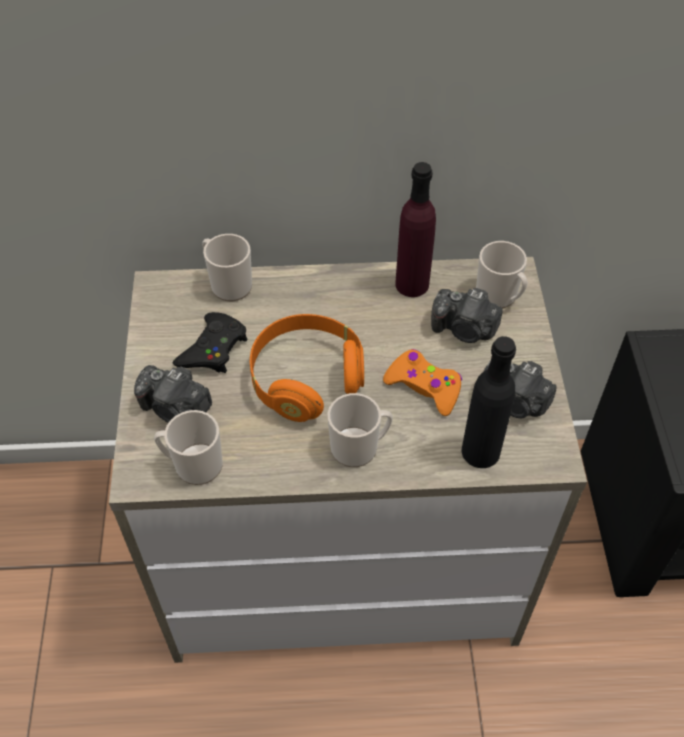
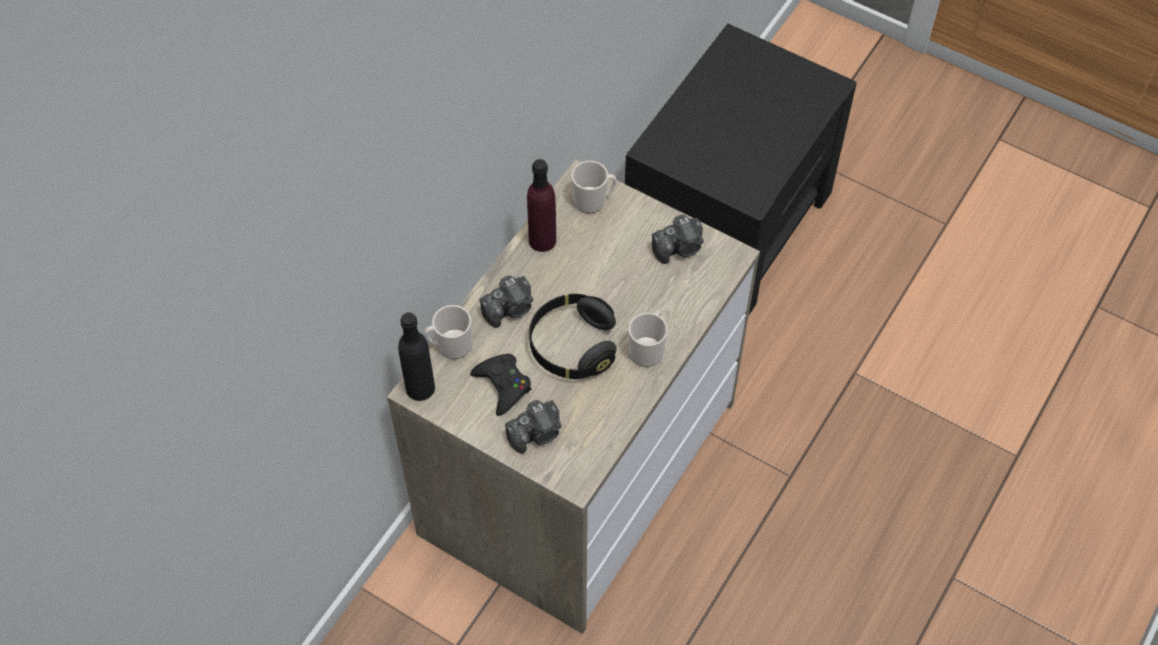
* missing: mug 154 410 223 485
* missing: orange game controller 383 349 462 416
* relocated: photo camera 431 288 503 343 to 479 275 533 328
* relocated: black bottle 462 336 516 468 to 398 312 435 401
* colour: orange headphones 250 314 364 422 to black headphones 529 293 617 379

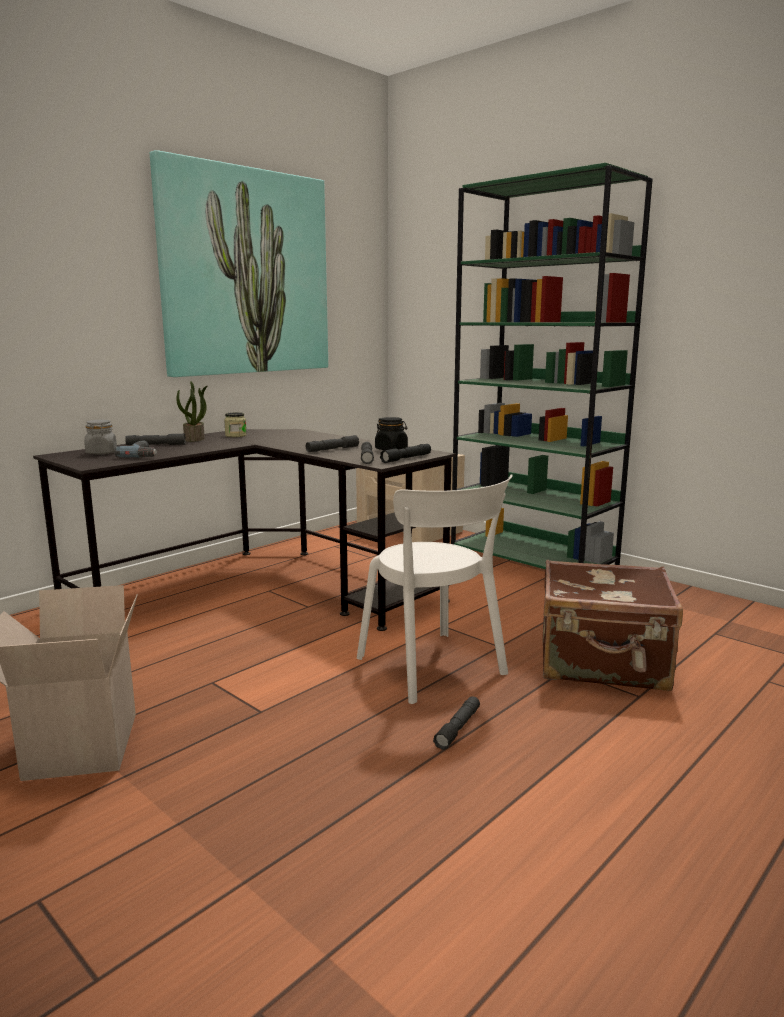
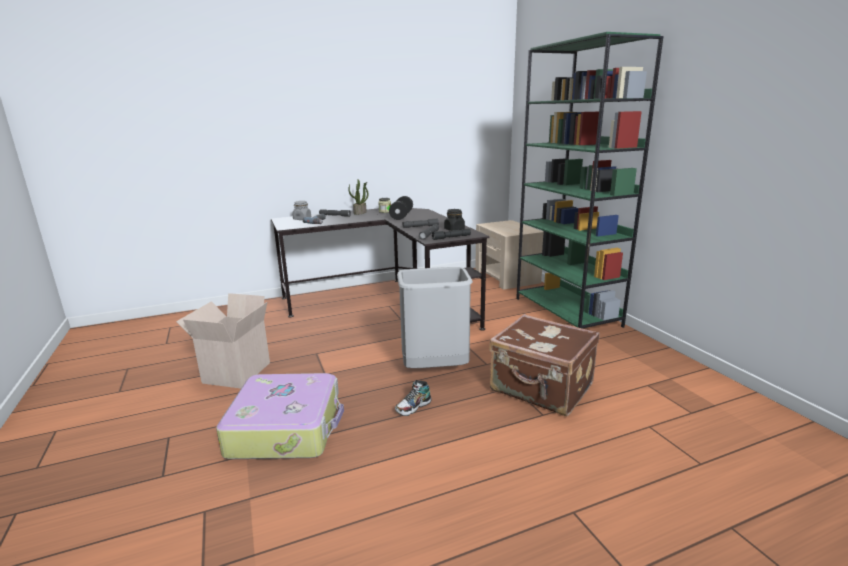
* missing: picture 150 150 328 377
* appeared: suitcase 216 373 344 459
* appeared: black dumbbell 389 196 413 220
* exchanged: white chair 357 474 513 704 to grey trash can 397 267 473 368
* exchanged: grey flashlight 433 696 480 750 to shoe 395 380 431 416

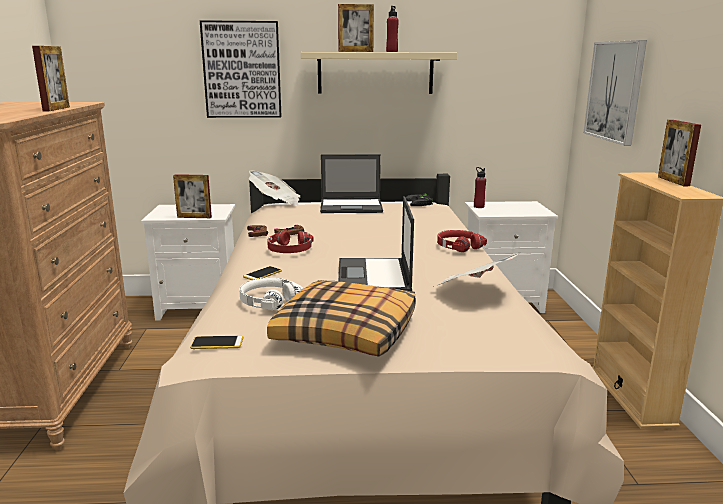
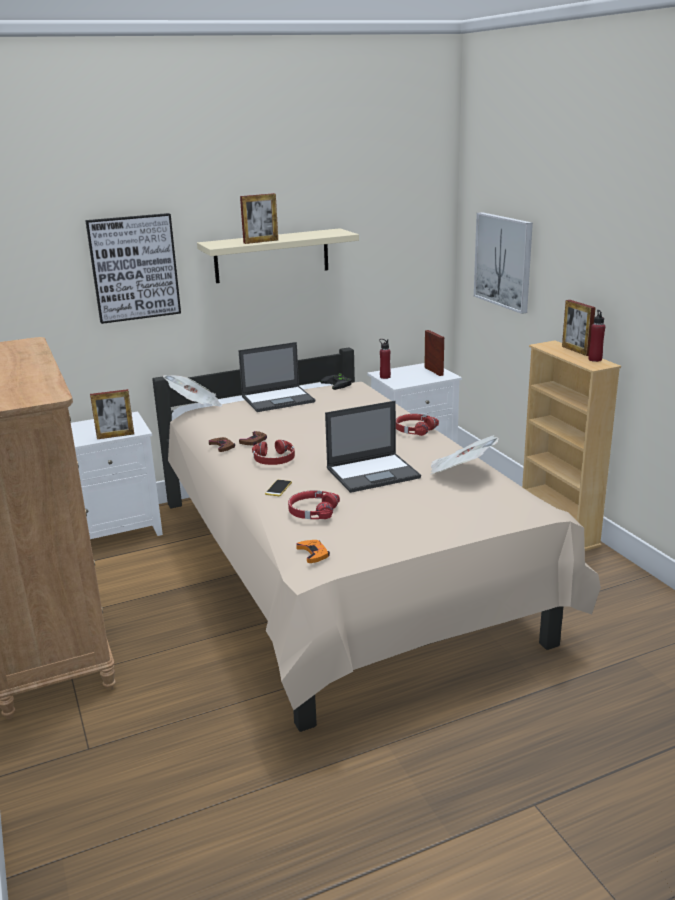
* missing: pillow 267 280 416 356
* relocated: picture frame 32 46 70 111 to 424 330 444 376
* relocated: red bottle 386 6 399 52 to 588 310 605 362
* exchanged: phone 190 336 243 349 to orange game controller 296 540 330 563
* colour: white headphones 239 278 303 310 to red headphones 288 490 340 519
* spun: laptop 338 196 414 291 = 325 401 421 493 90 degrees counterclockwise

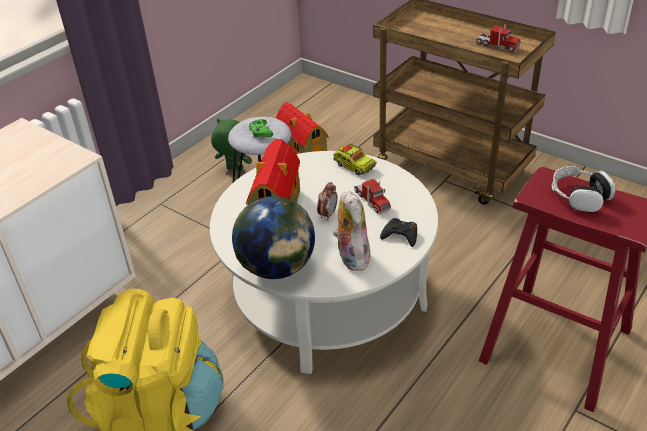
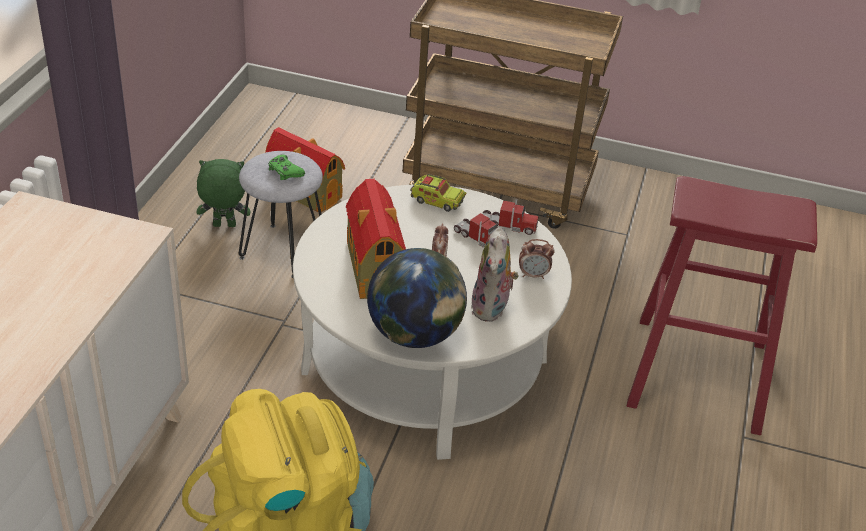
* missing: headphones 552 166 615 212
* relocated: toy truck 476 24 521 52 to 483 199 539 235
* exchanged: black game controller 380 218 417 247 to alarm clock 519 239 555 279
* spun: plush toy 333 191 371 271 = 471 227 519 322 135 degrees counterclockwise

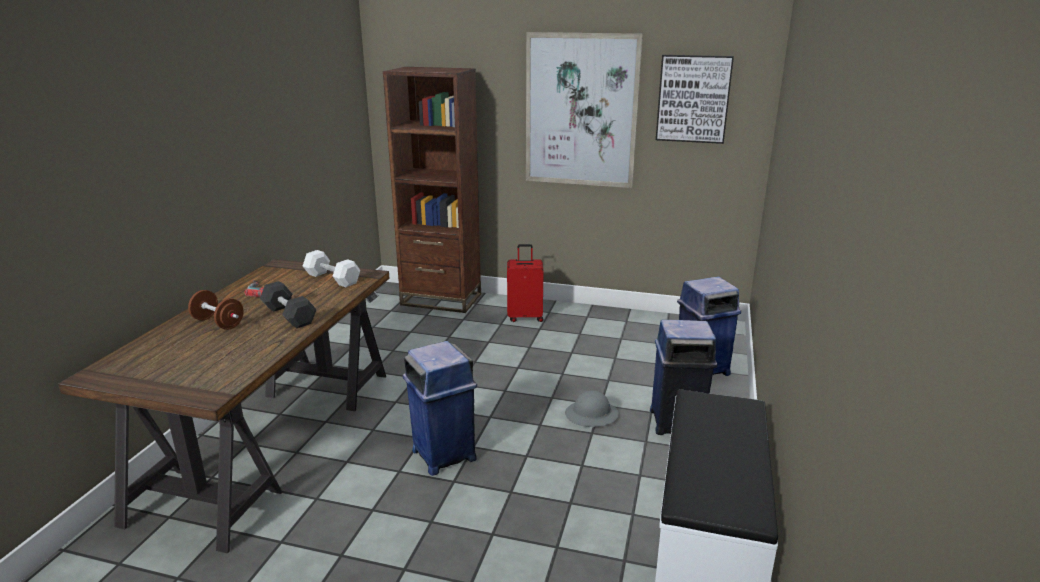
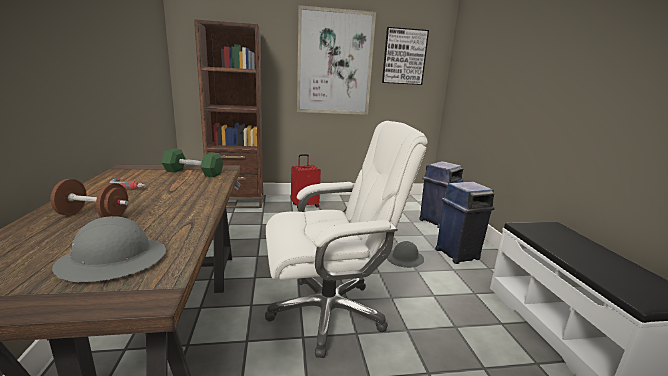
* missing: black dumbbell 260 281 317 328
* appeared: grey hard hat 52 216 166 282
* exchanged: blue trash can 403 341 477 476 to white office chair 265 121 428 358
* colour: white dumbbell 303 250 360 287 to green dumbbell 162 149 223 177

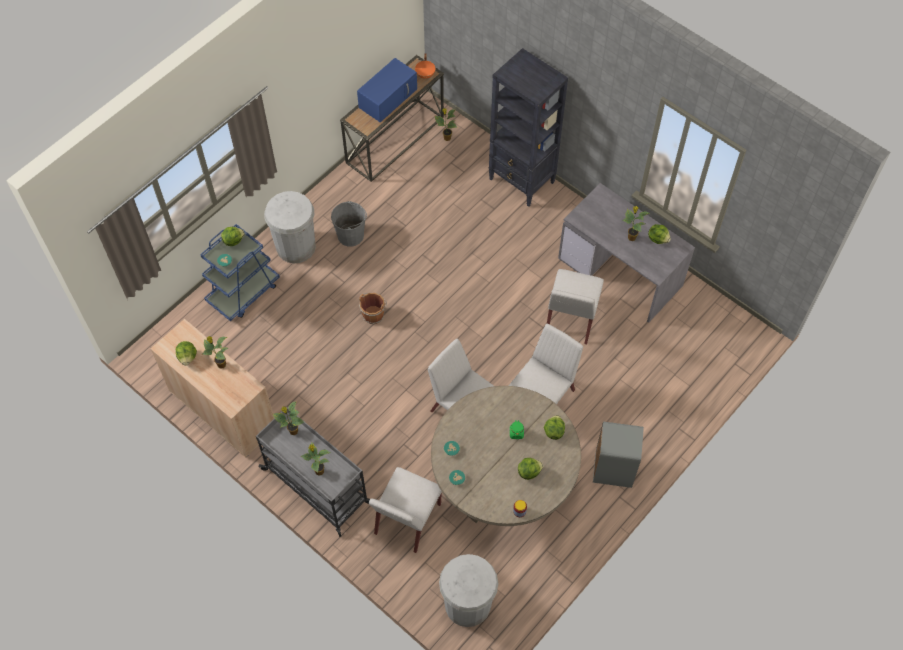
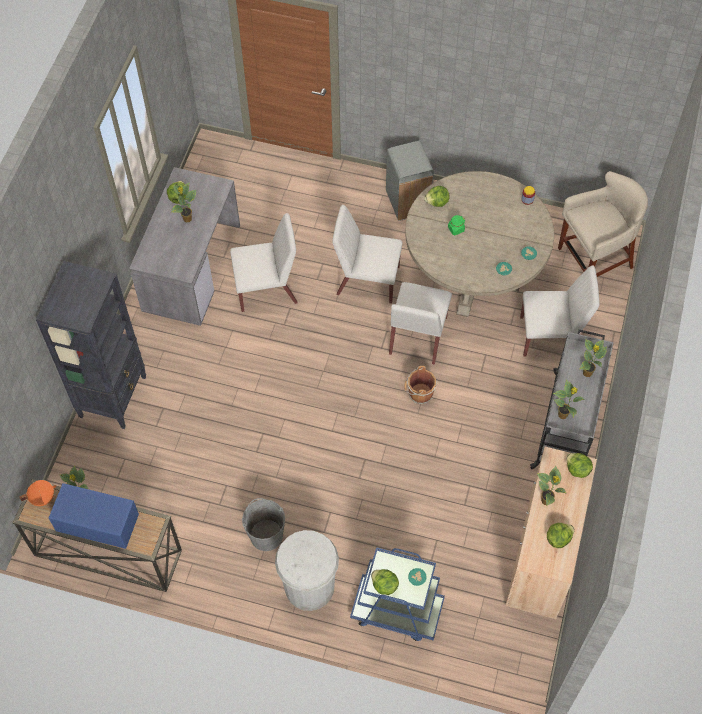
* relocated: brown bucket 359 293 387 324 to 404 366 437 404
* relocated: lettuce 518 458 543 480 to 566 453 593 478
* exchanged: white trash can 439 554 498 627 to beige stool 558 171 648 277

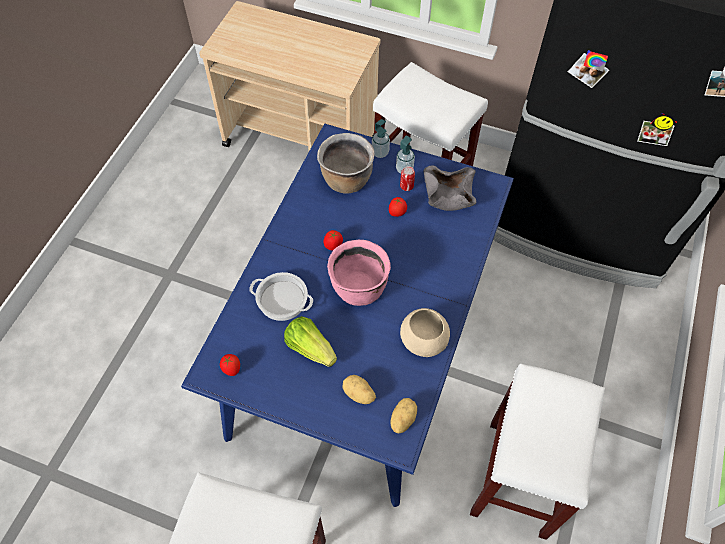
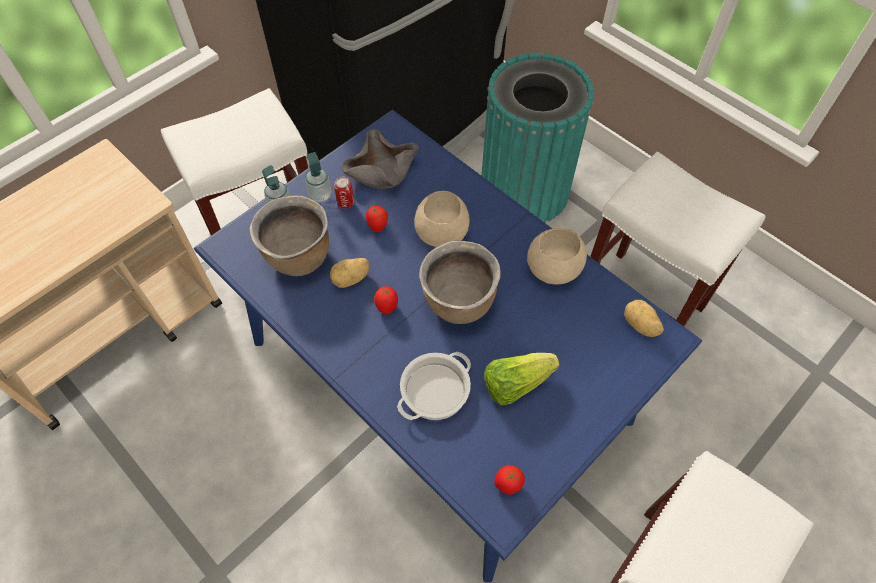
* appeared: beige bowl 414 191 470 247
* appeared: turquoise trash can 481 53 594 223
* relocated: potato 342 375 376 404 to 330 258 369 288
* colour: pink cooking pot 327 240 391 306 to brown cooking pot 419 241 501 324

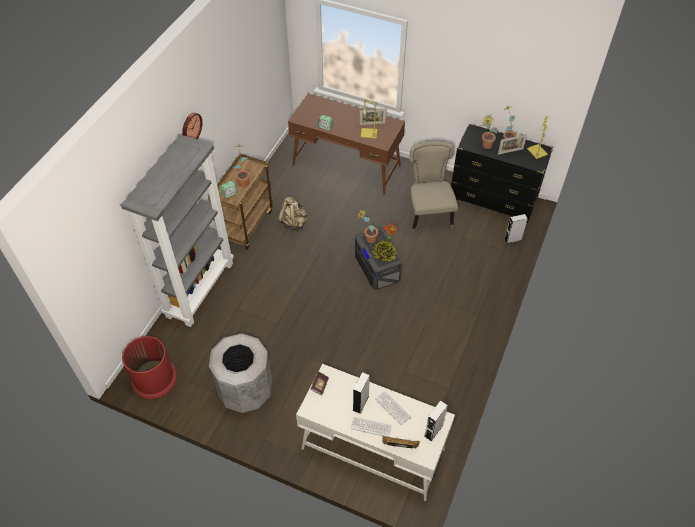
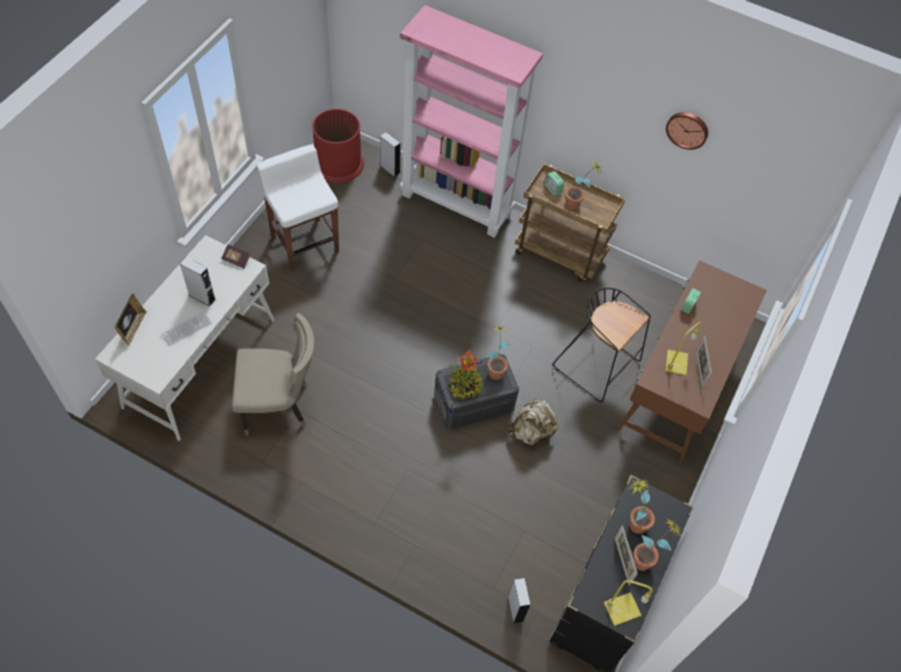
* missing: keyboard 351 417 392 437
* appeared: black stool 553 288 651 402
* relocated: wall clock 182 113 202 139 to 666 112 708 150
* relocated: beige backpack 278 197 307 232 to 508 398 559 445
* relocated: beige chair 409 141 458 233 to 232 313 314 435
* relocated: grey speaker 424 400 448 441 to 380 132 401 177
* exchanged: grey trash can 209 333 272 413 to white stool 256 144 339 271
* colour: grey bookcase 121 134 234 327 to pink bookcase 400 5 543 238

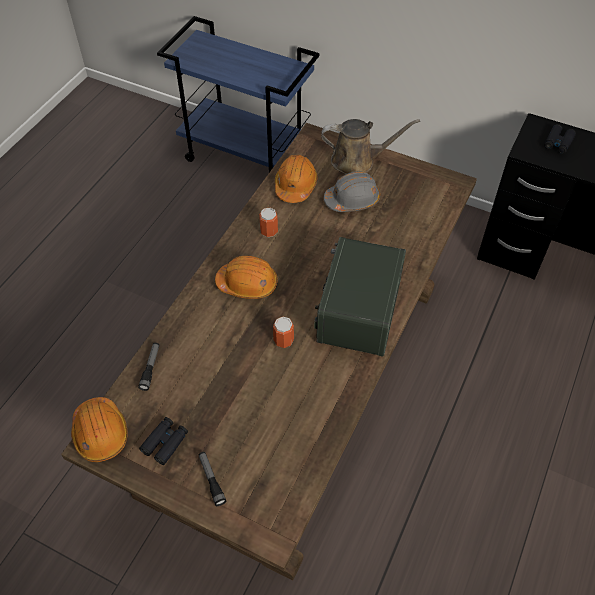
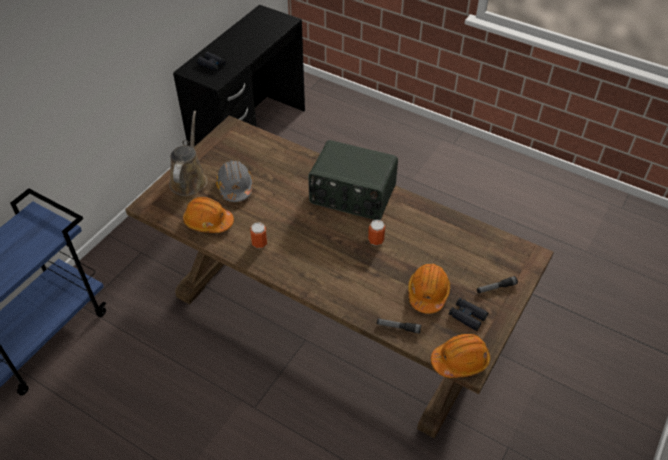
* relocated: orange hard hat 215 256 278 299 to 408 264 450 314

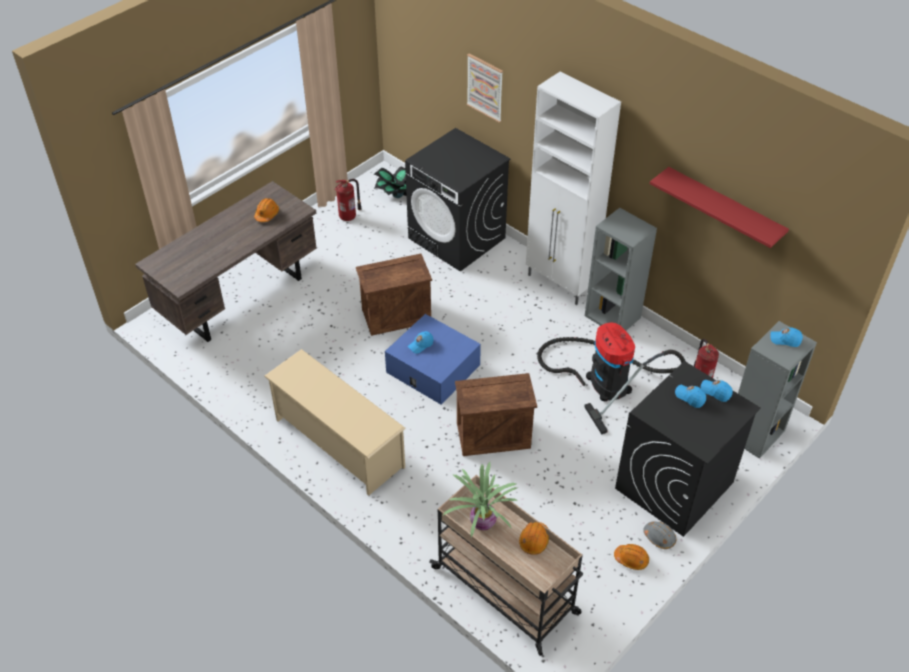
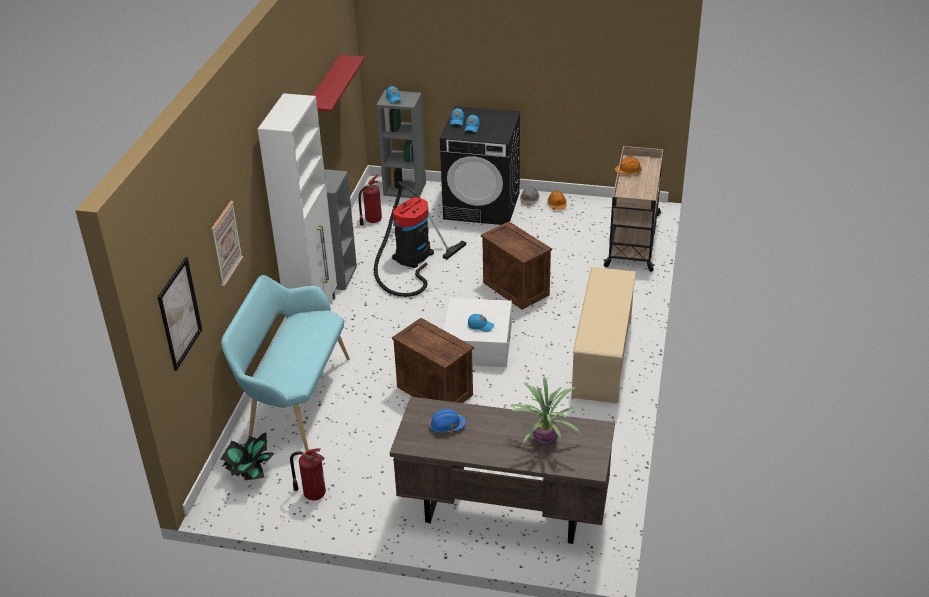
* appeared: picture 158 257 202 371
* relocated: potted plant 442 462 518 537 to 510 377 584 445
* exchanged: black washing machine 405 128 511 271 to turquoise bench 221 275 350 451
* colour: orange hard hat 254 198 279 222 to blue hard hat 429 408 466 433
* colour: blue storage box 385 314 481 404 to white storage box 444 298 512 367

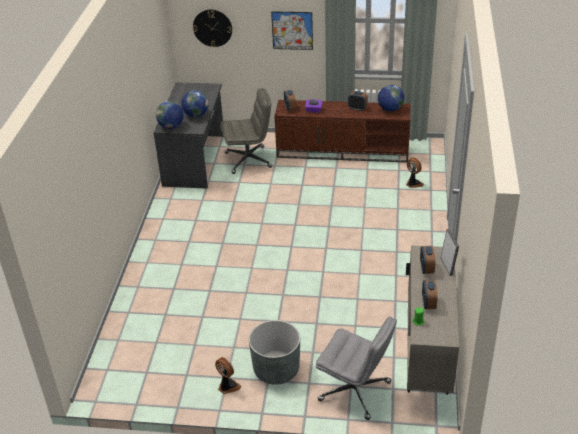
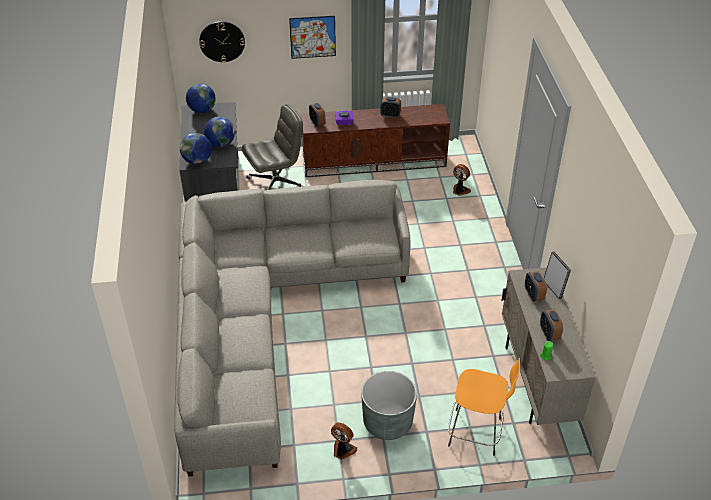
* appeared: grey sofa 174 180 410 477
* relocated: globe 378 85 404 112 to 186 83 216 113
* exchanged: grey office chair 316 316 397 420 to orange stool 448 357 520 456

